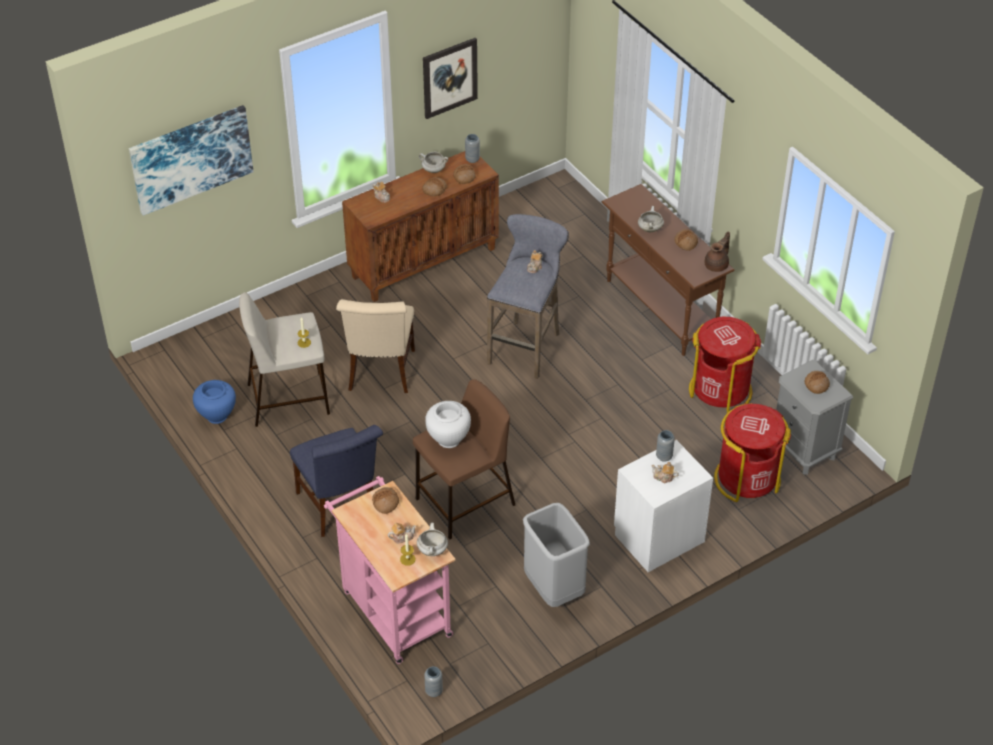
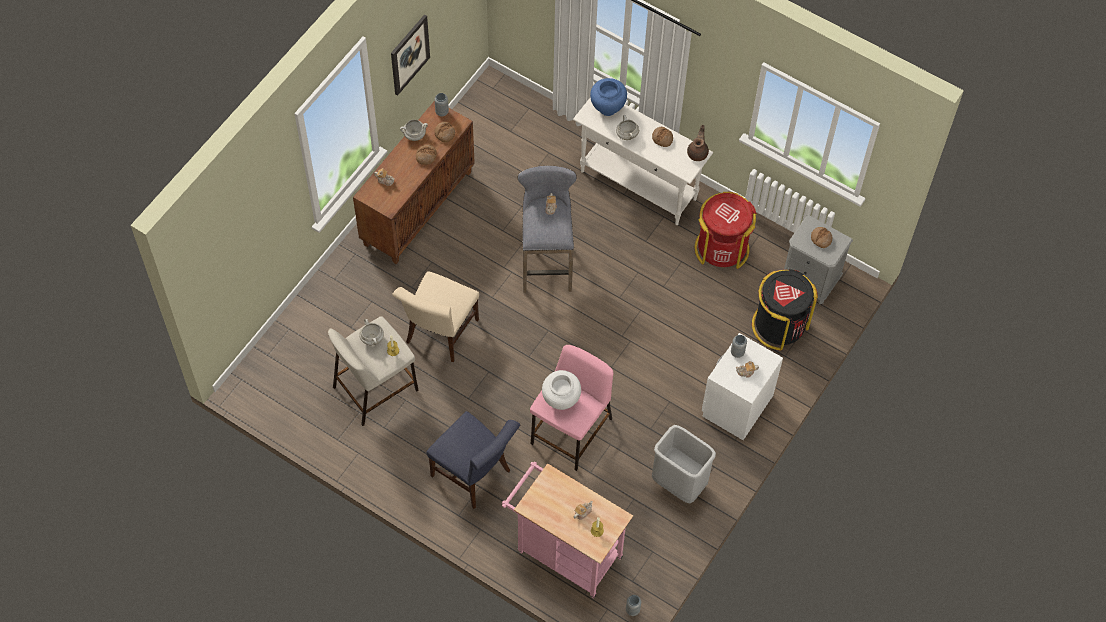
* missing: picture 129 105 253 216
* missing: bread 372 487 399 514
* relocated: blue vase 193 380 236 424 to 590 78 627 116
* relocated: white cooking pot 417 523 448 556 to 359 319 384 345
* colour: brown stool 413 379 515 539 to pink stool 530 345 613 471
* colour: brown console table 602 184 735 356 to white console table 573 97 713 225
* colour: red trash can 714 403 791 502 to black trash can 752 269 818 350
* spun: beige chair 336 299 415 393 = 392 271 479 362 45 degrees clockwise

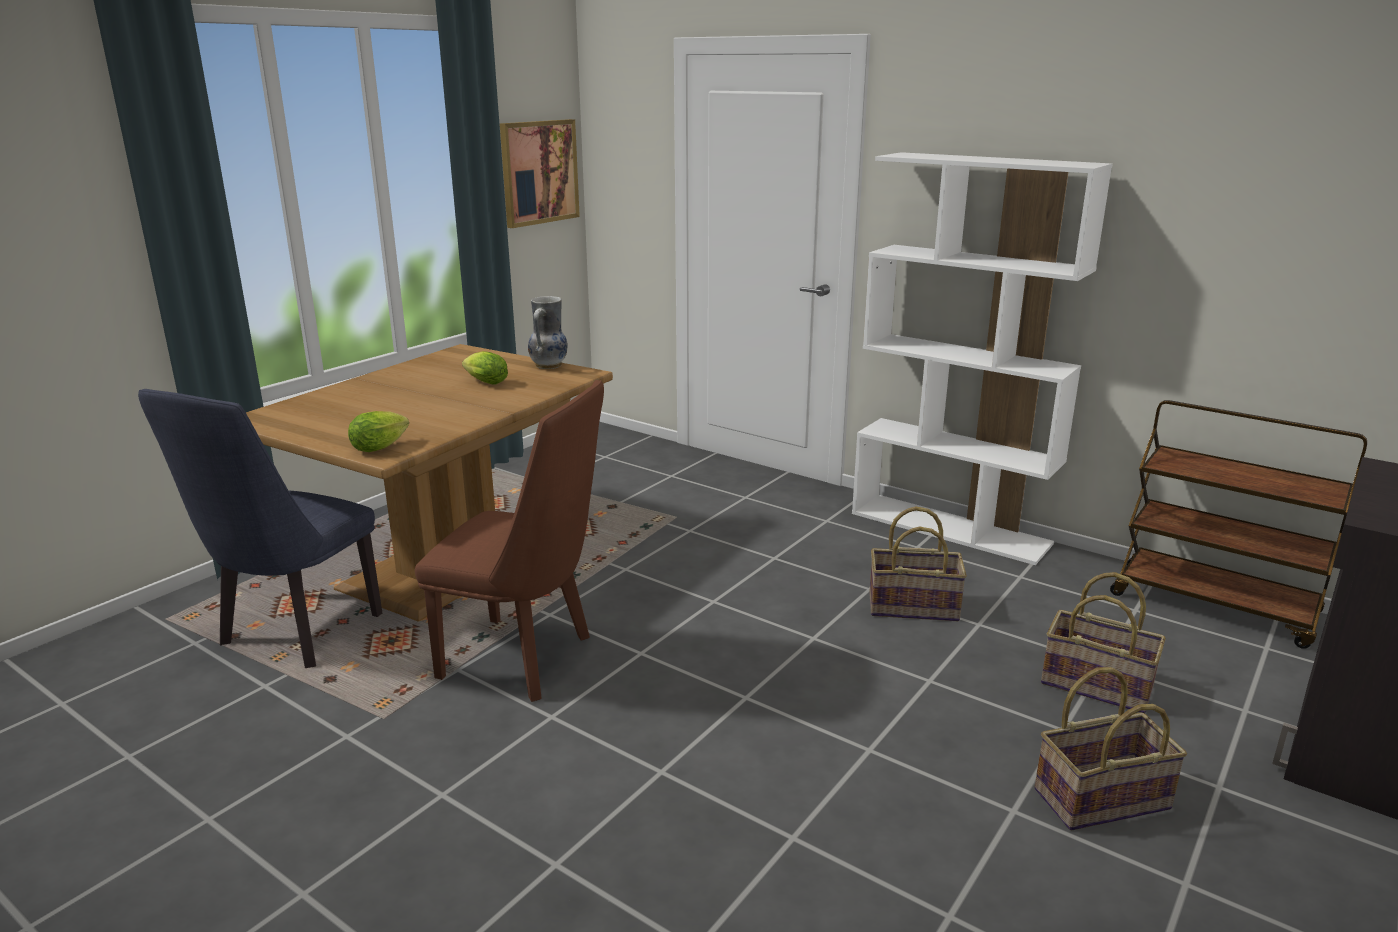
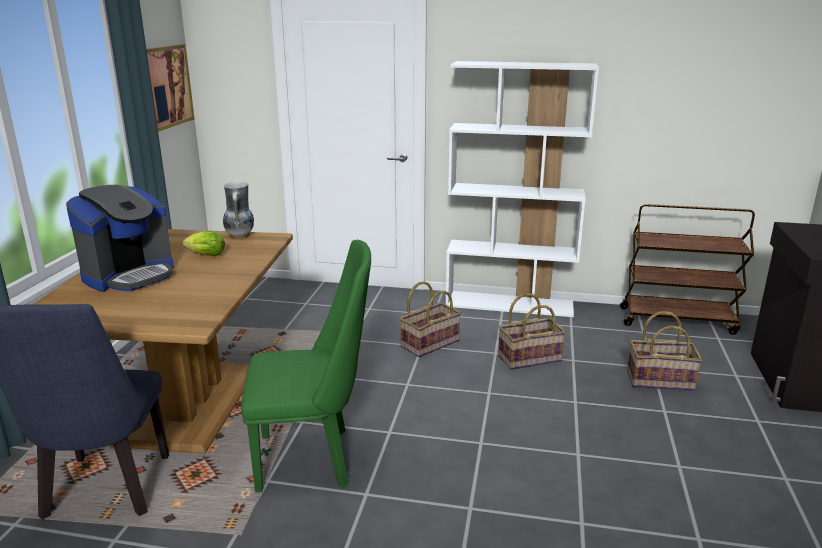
* missing: lettuce 348 411 409 452
* appeared: coffee machine 66 185 174 292
* relocated: basket 1034 667 1187 830 to 399 281 461 357
* colour: brown chair 415 380 604 702 to green chair 241 240 371 492

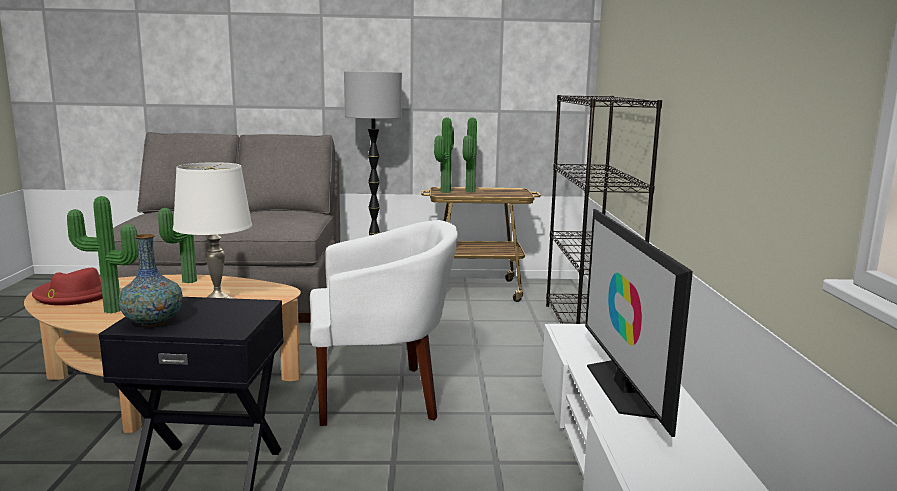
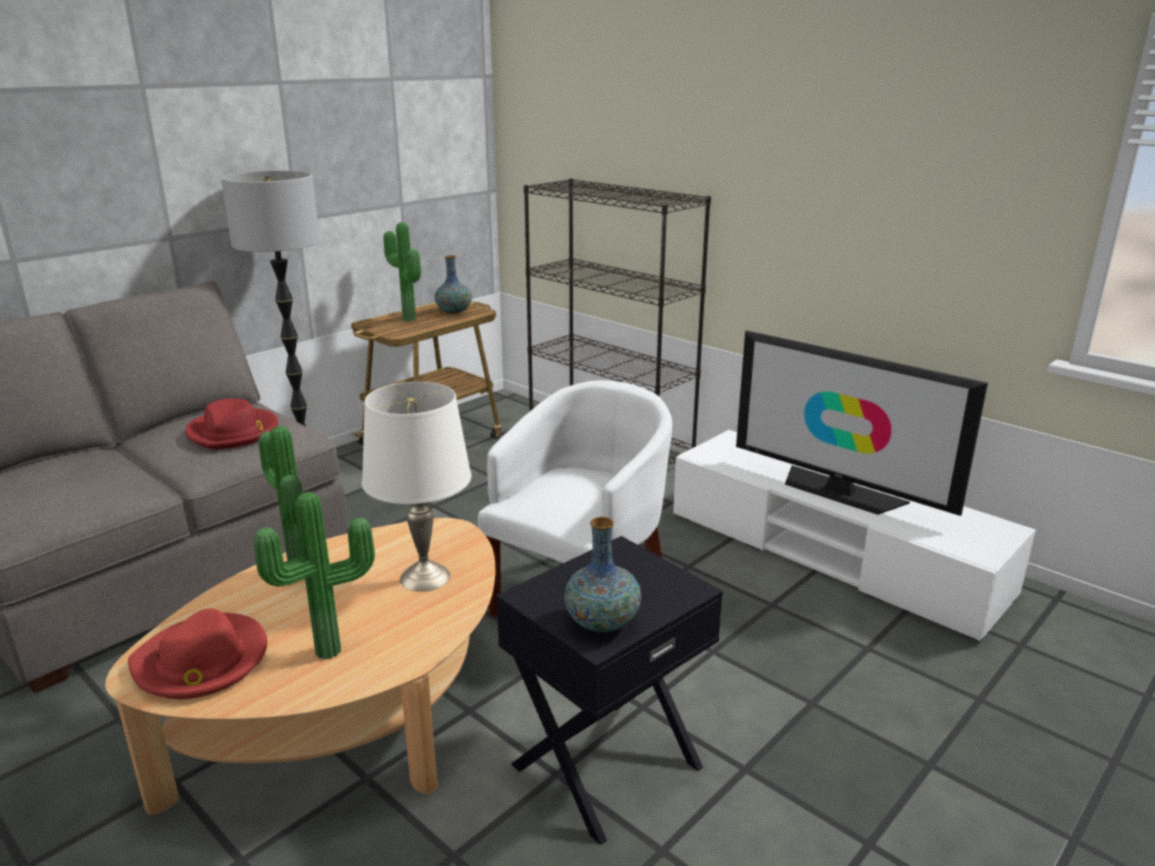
* missing: potted plant 434 117 454 193
* appeared: red hat 185 399 278 450
* appeared: vase 435 255 472 314

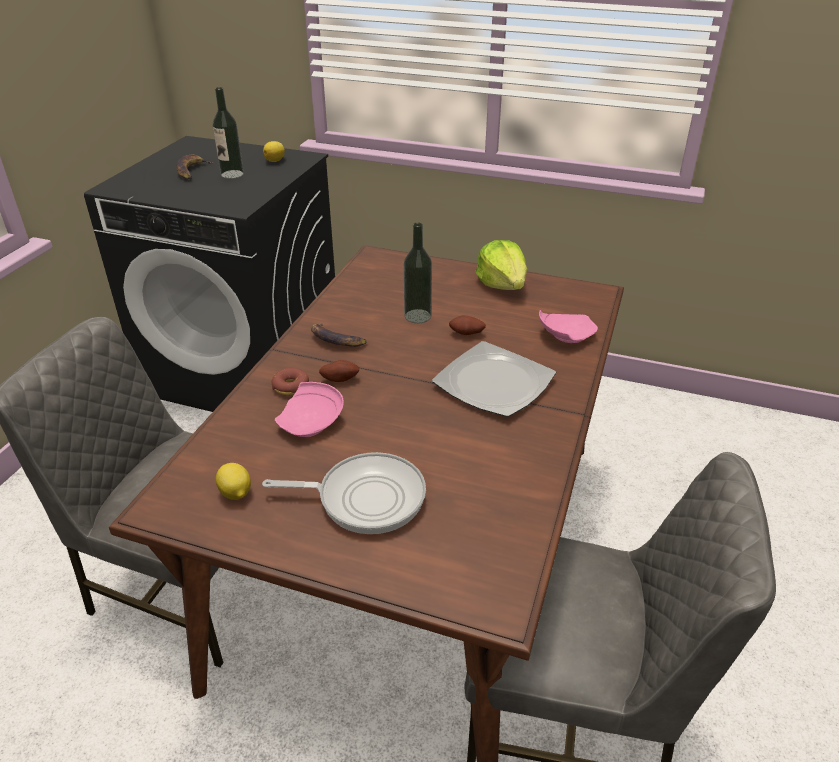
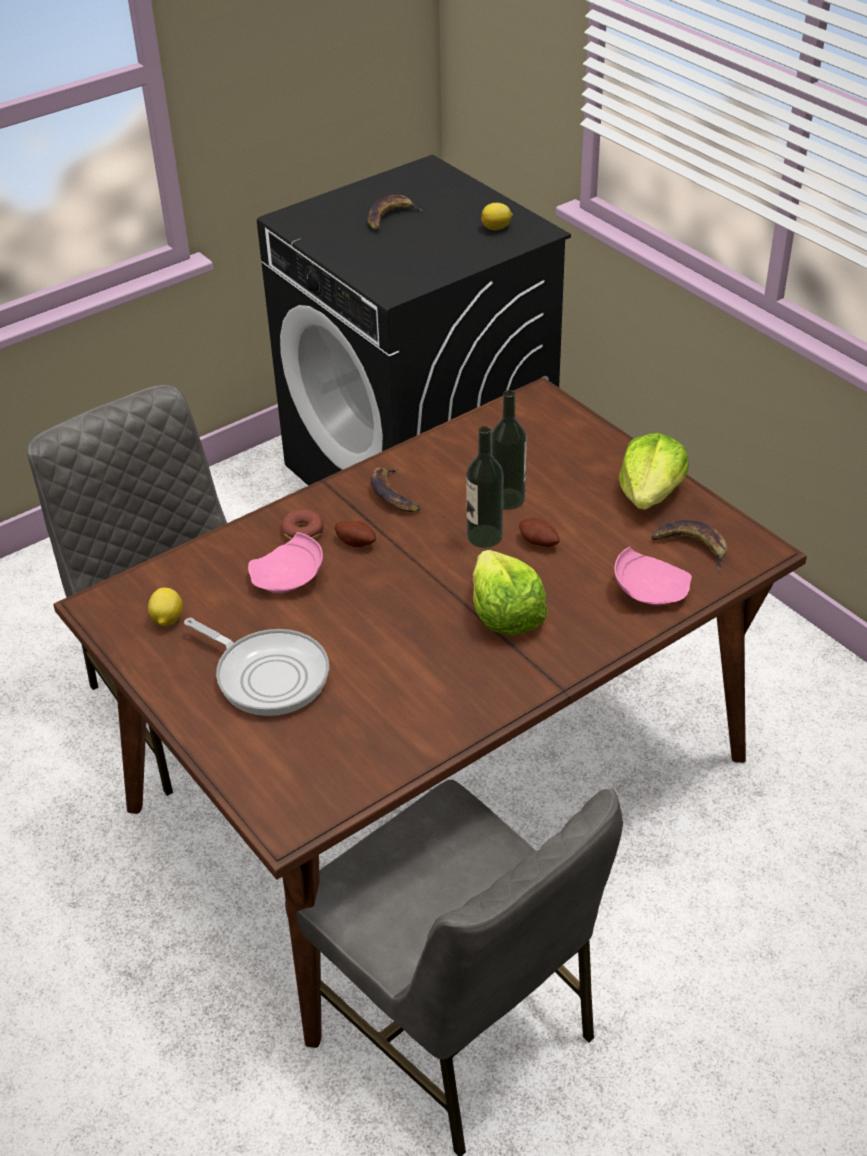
* appeared: banana 652 520 728 571
* relocated: bottle 213 87 244 179 to 466 426 503 548
* exchanged: plate 432 341 556 417 to lettuce 473 550 548 636

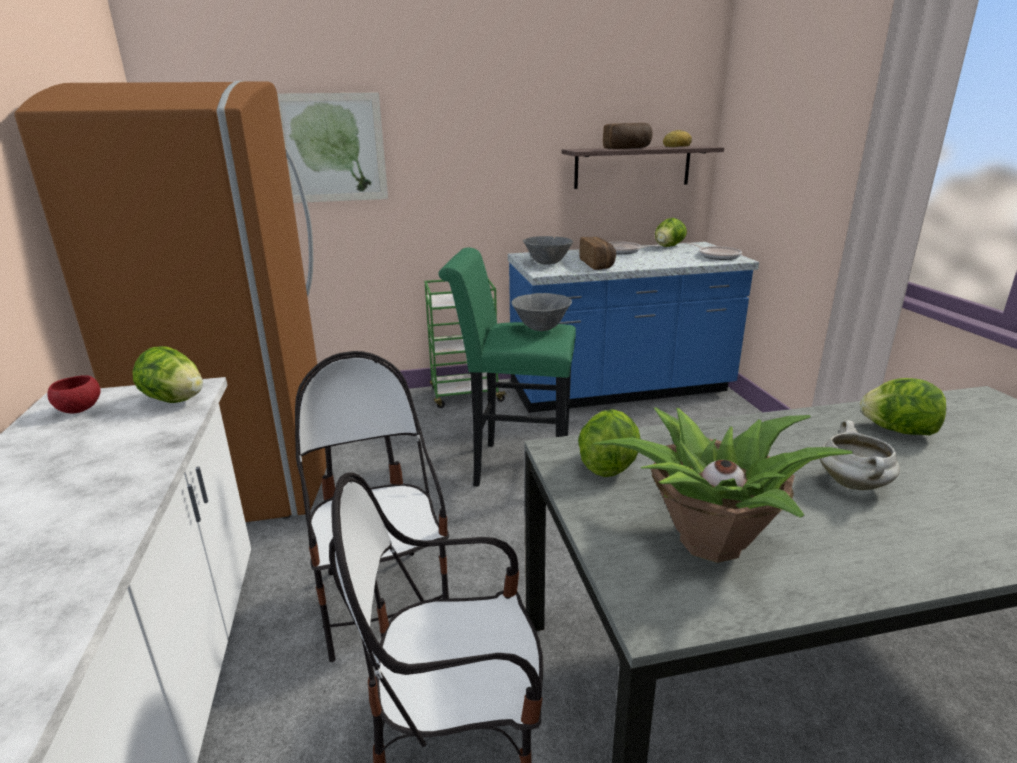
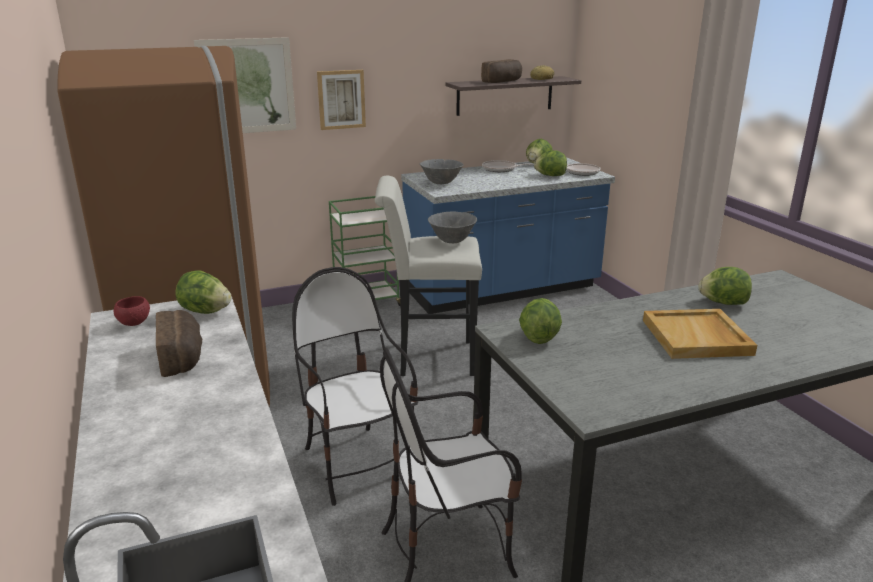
* missing: potted plant 594 407 853 563
* appeared: picture 317 70 366 130
* appeared: lettuce 534 150 567 176
* relocated: bread 580 237 616 270 to 156 310 202 377
* exchanged: white cooking pot 820 420 900 490 to beige tray 643 309 757 359
* colour: green stool 438 247 576 487 to white stool 375 176 482 376

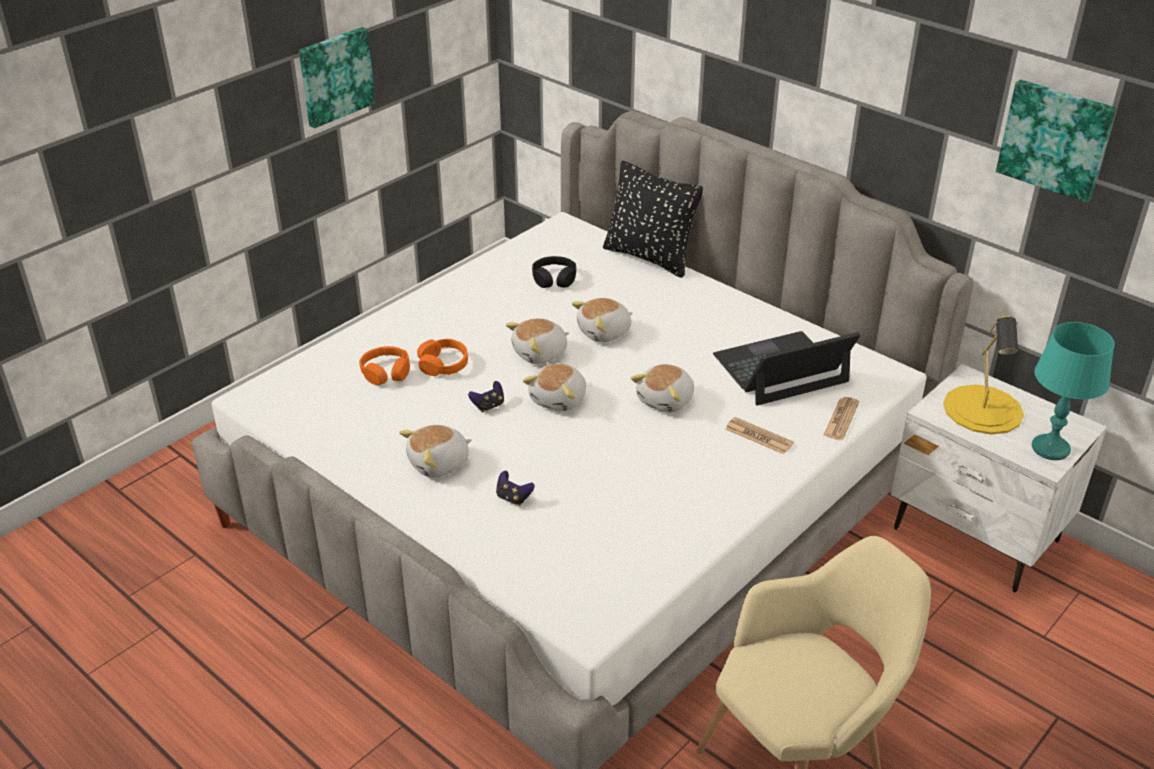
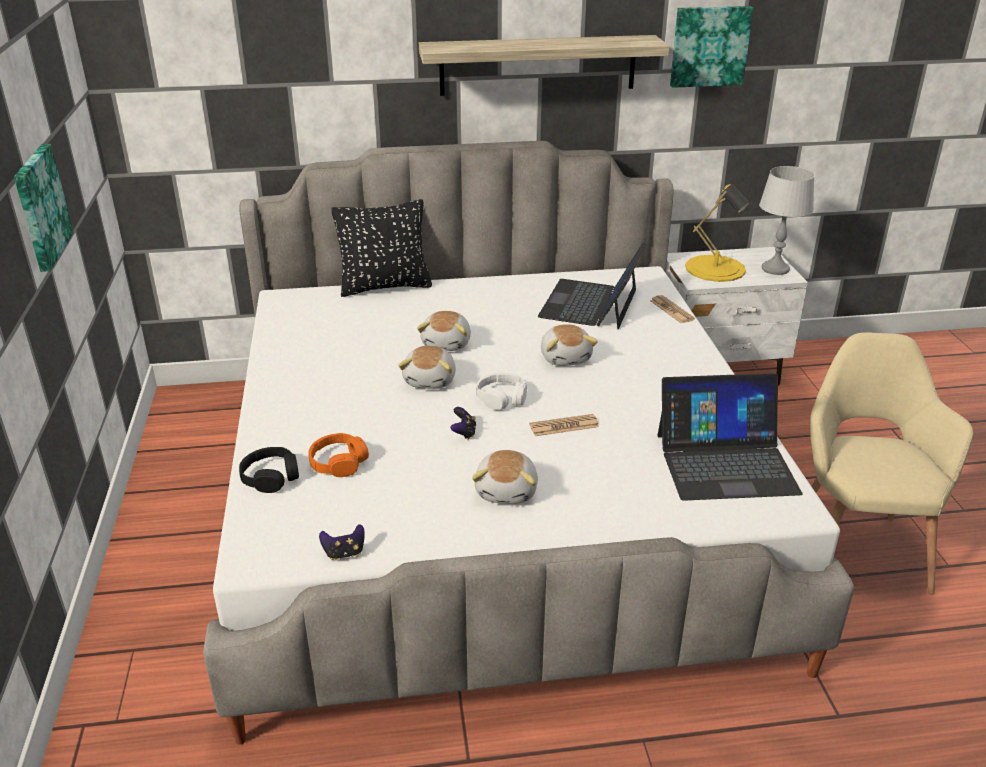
* missing: orange headphones 417 339 468 376
* appeared: shelf 419 35 670 96
* appeared: laptop 657 373 803 501
* relocated: game controller 496 471 535 506 to 319 524 365 560
* relocated: black headphones 532 256 576 288 to 239 447 299 493
* relocated: newspaper 725 417 794 454 to 530 414 599 436
* exchanged: plush toy 523 363 586 412 to white headphones 476 373 527 410
* colour: turquoise table lamp 1032 322 1115 460 to grey table lamp 759 166 815 275

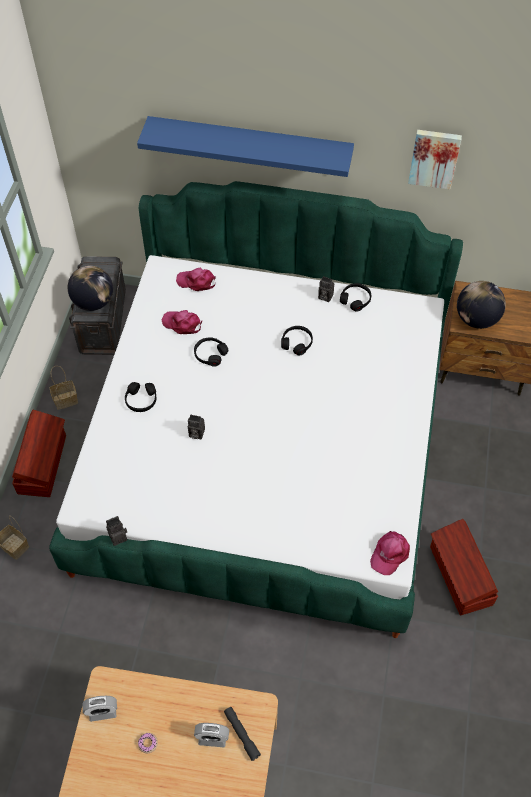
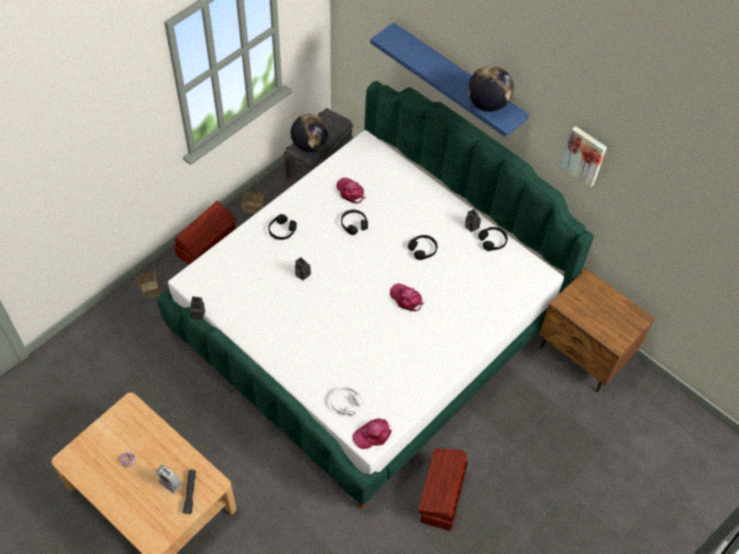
* missing: alarm clock 82 696 117 722
* appeared: white headphones 331 387 363 417
* relocated: pink cap 176 267 216 291 to 390 283 424 311
* relocated: globe 457 281 506 329 to 468 65 514 112

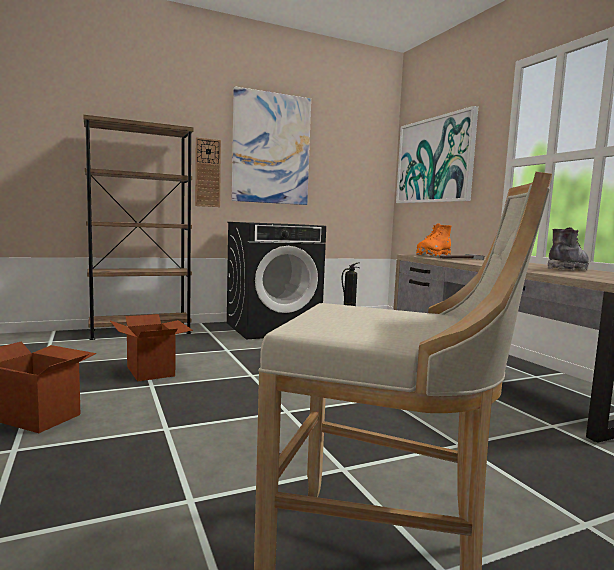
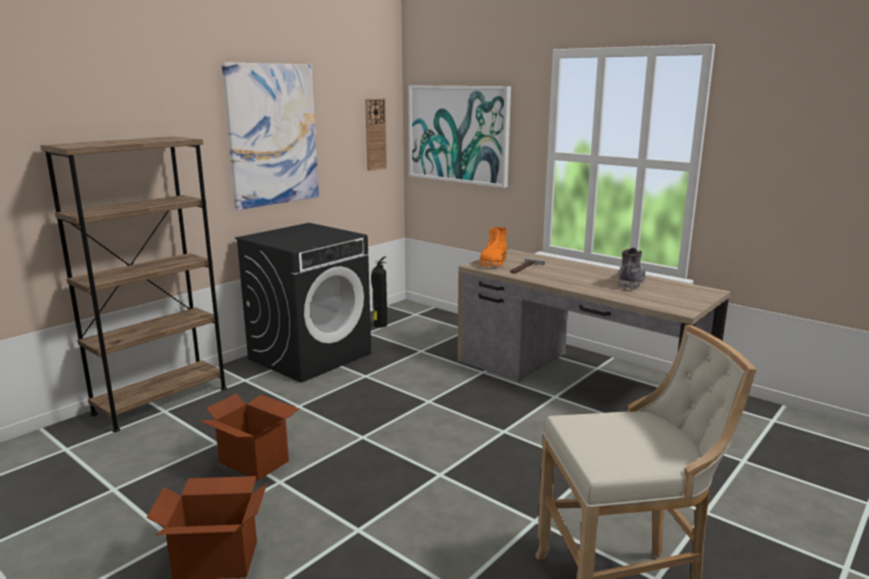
* relocated: wall clock 195 137 221 207 to 365 98 387 171

